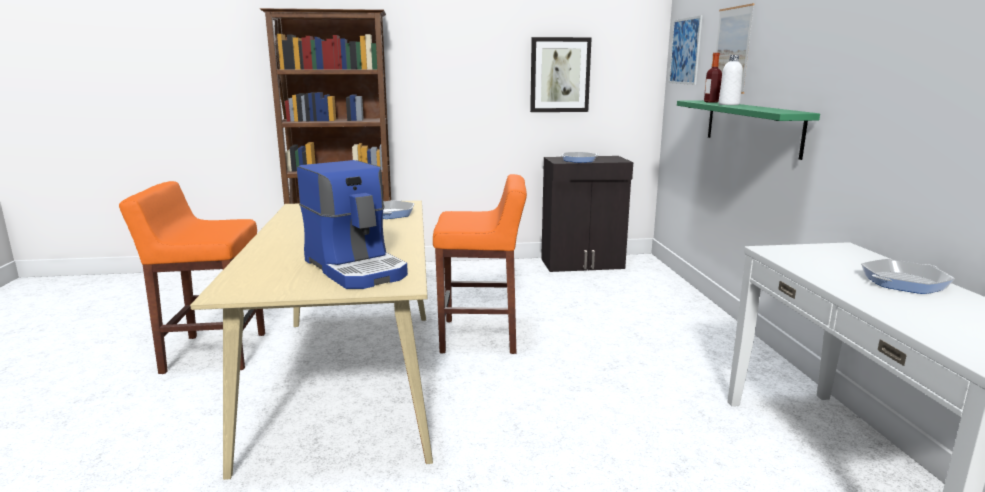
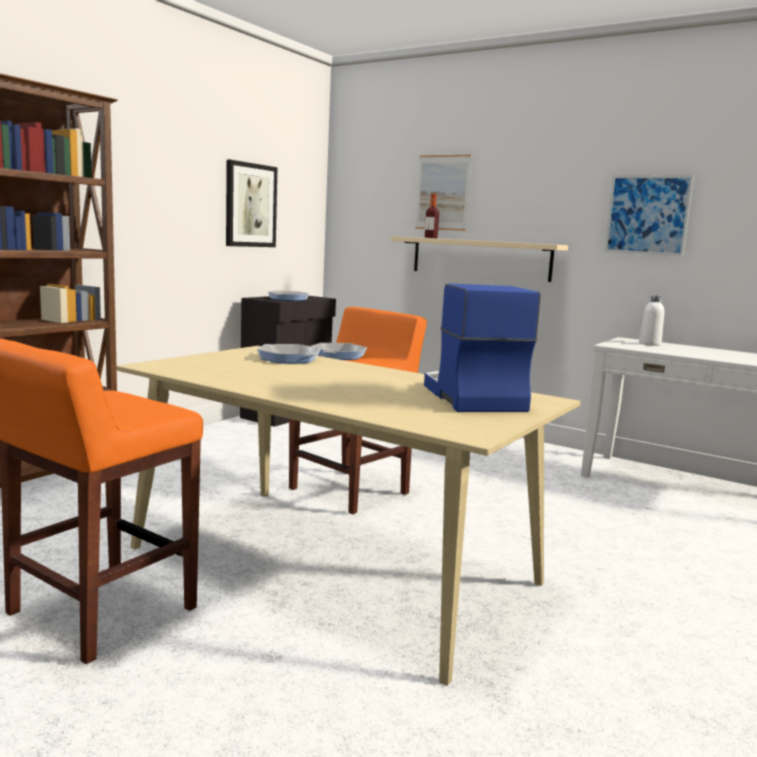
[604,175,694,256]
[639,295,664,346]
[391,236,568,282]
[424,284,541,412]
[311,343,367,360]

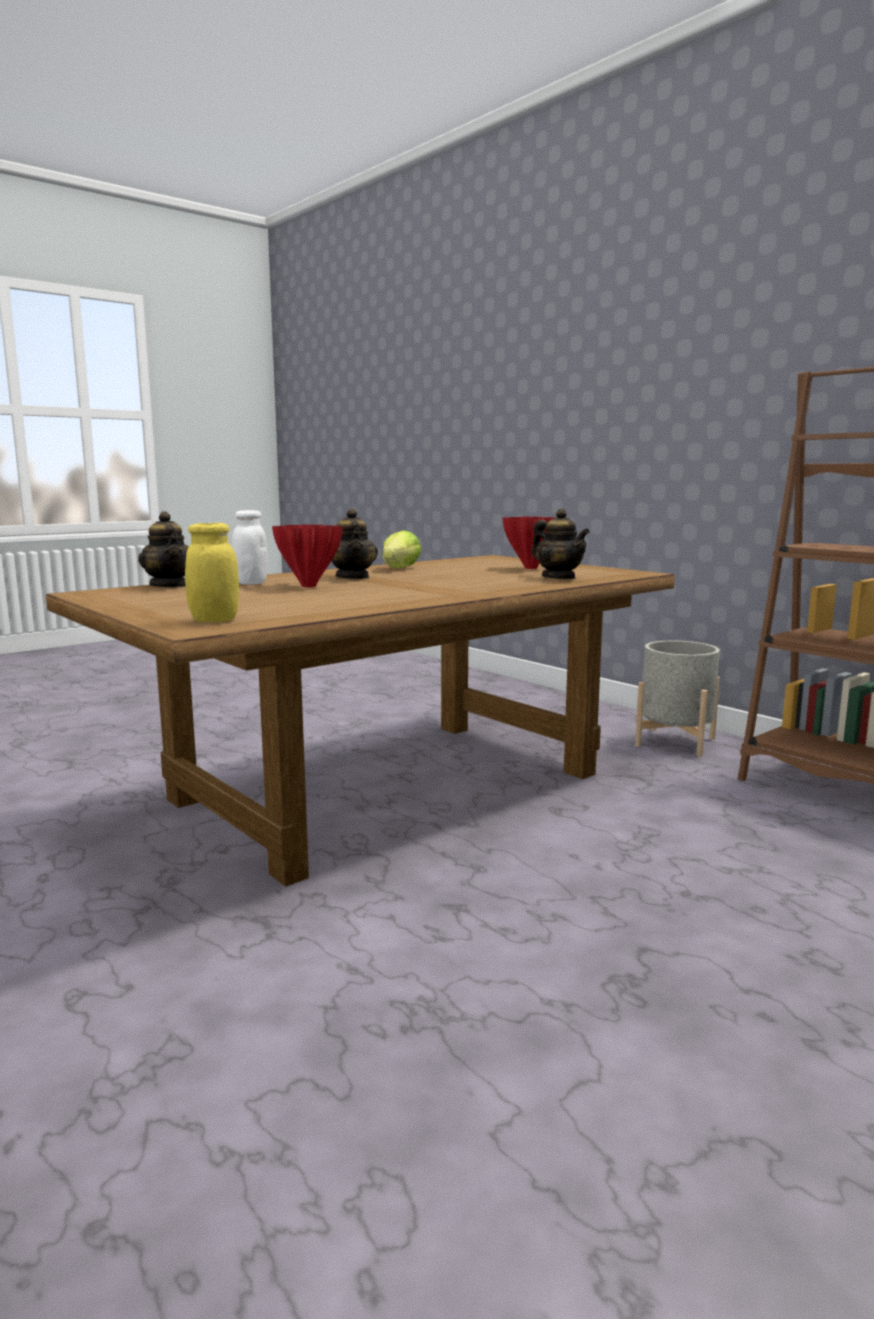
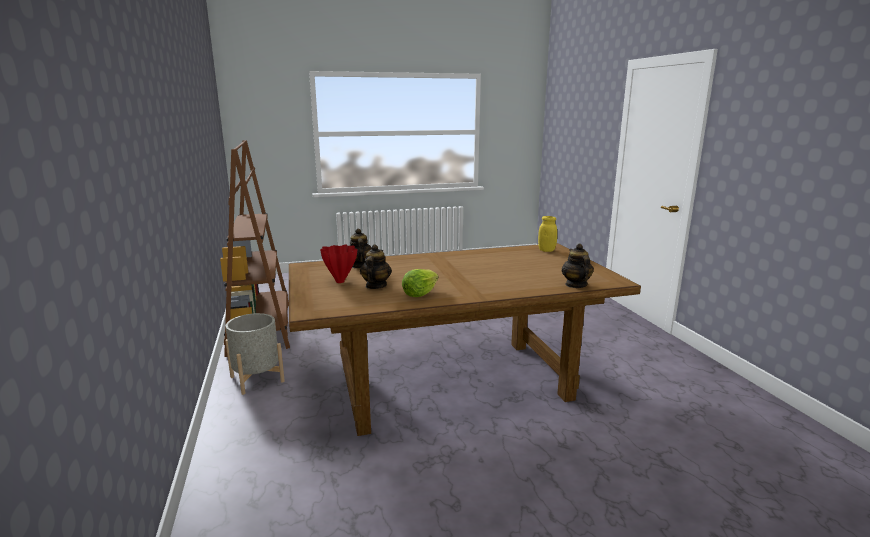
[360,244,392,289]
[232,510,268,585] (first image)
[272,524,343,587] (first image)

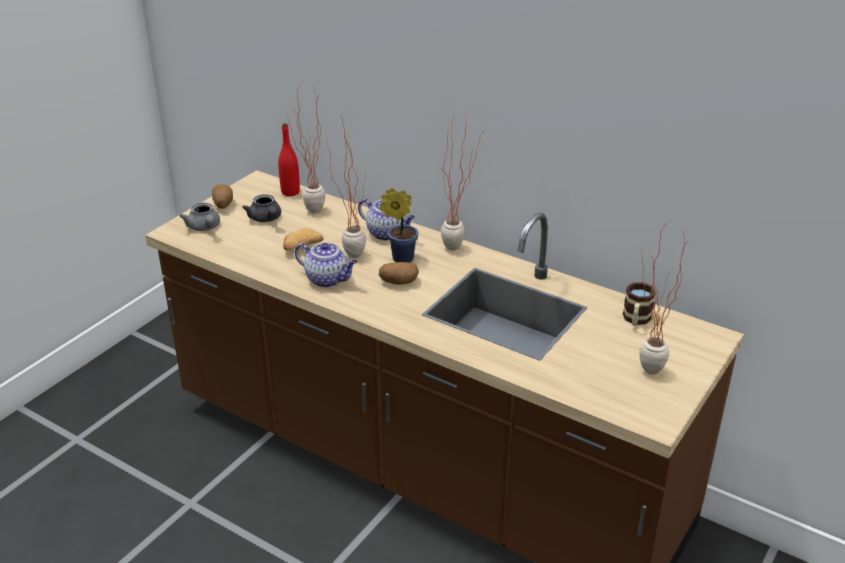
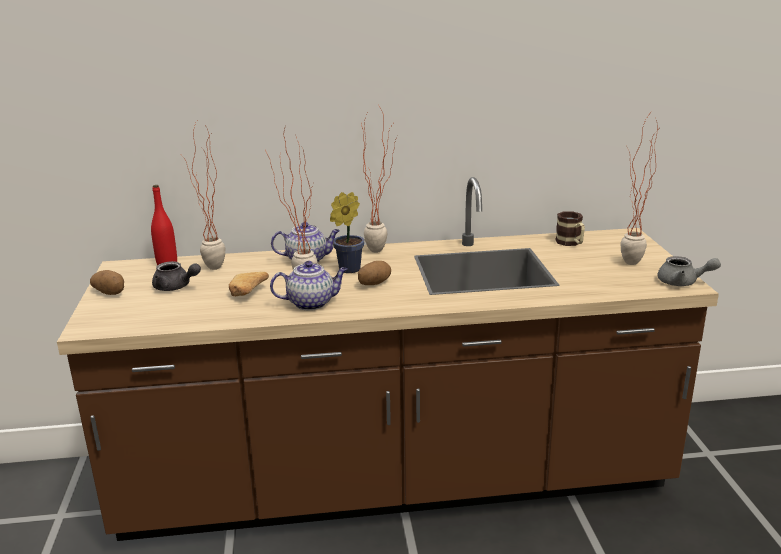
[658,256,721,286]

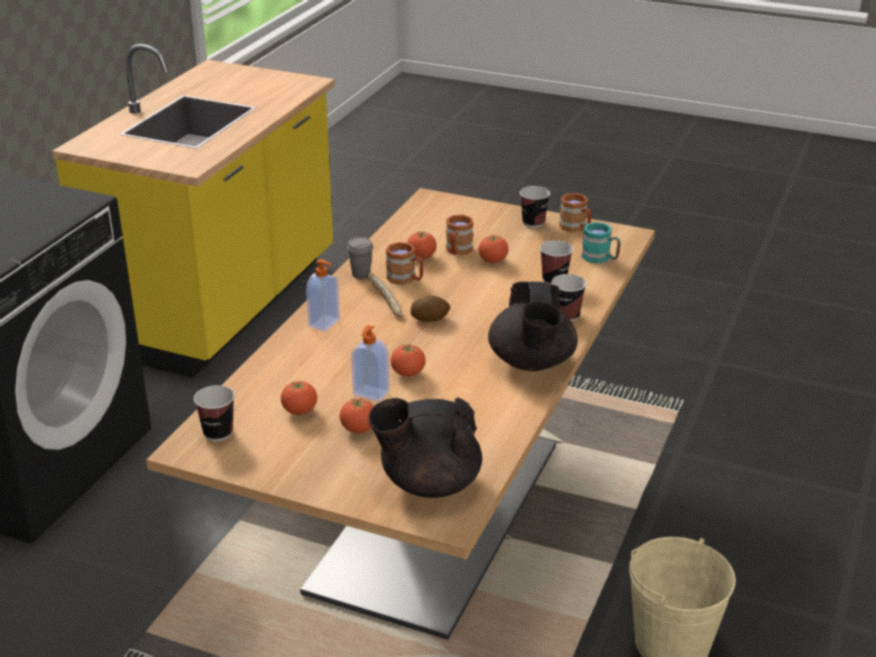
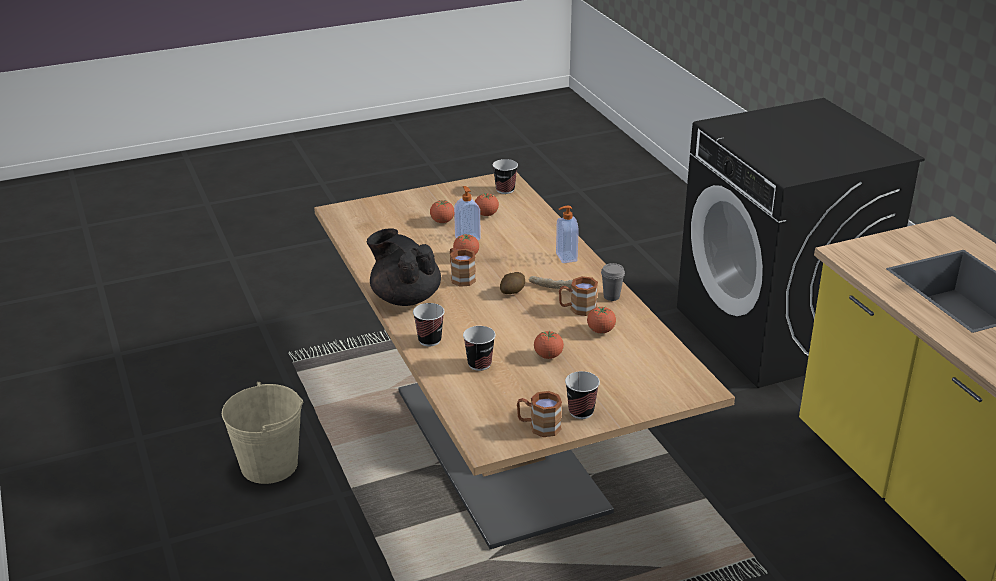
[450,248,476,287]
[582,222,621,263] (first image)
[369,398,482,498] (first image)

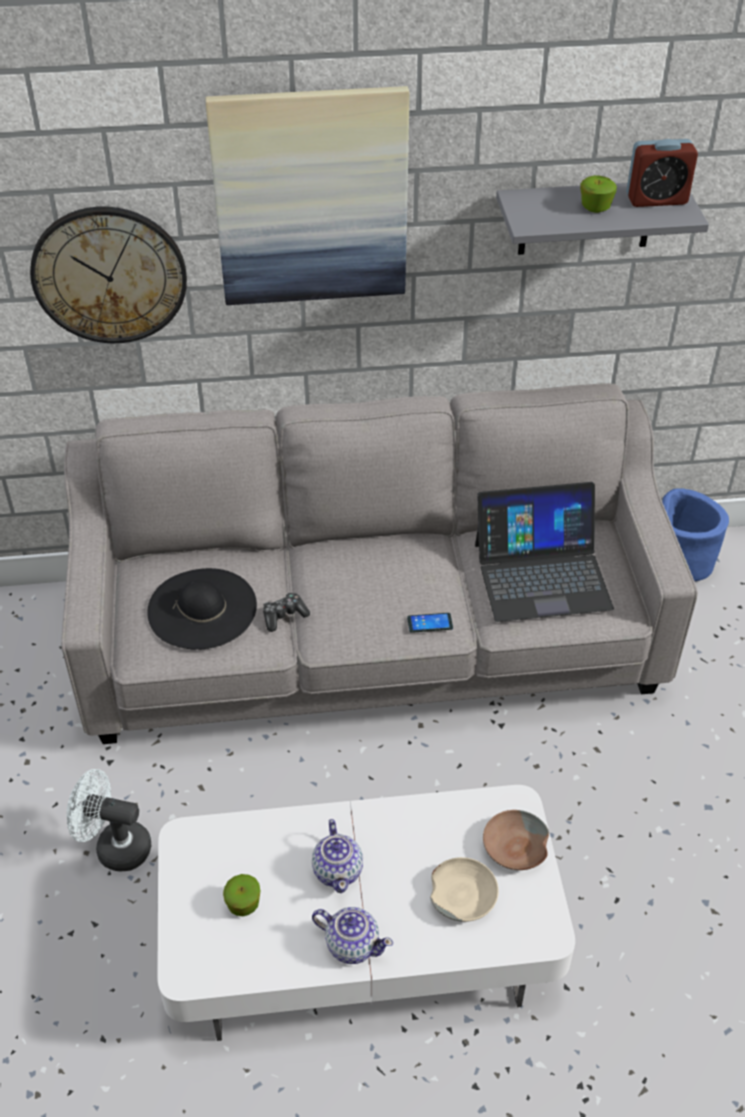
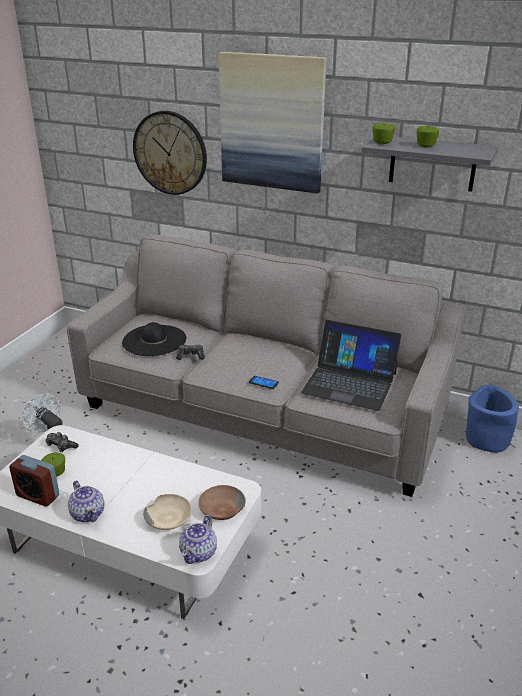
[9,455,60,507]
[179,515,217,564]
[372,123,395,144]
[45,432,79,452]

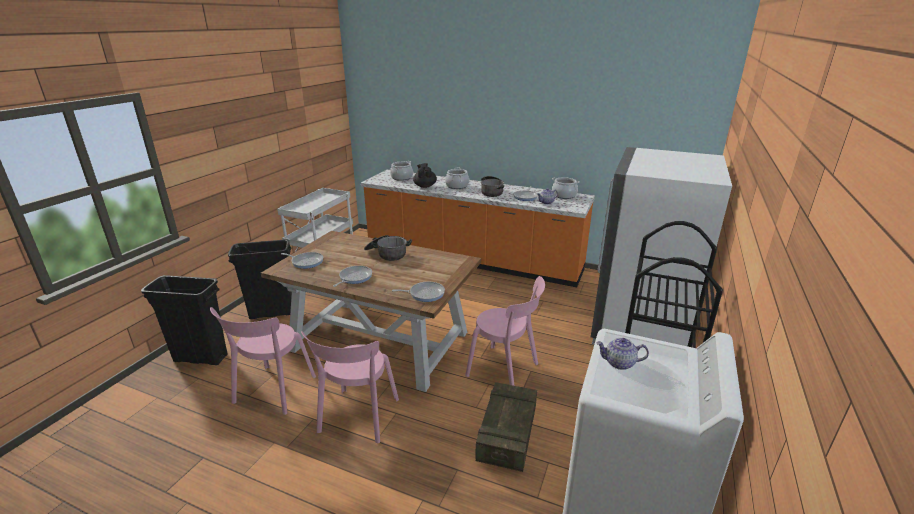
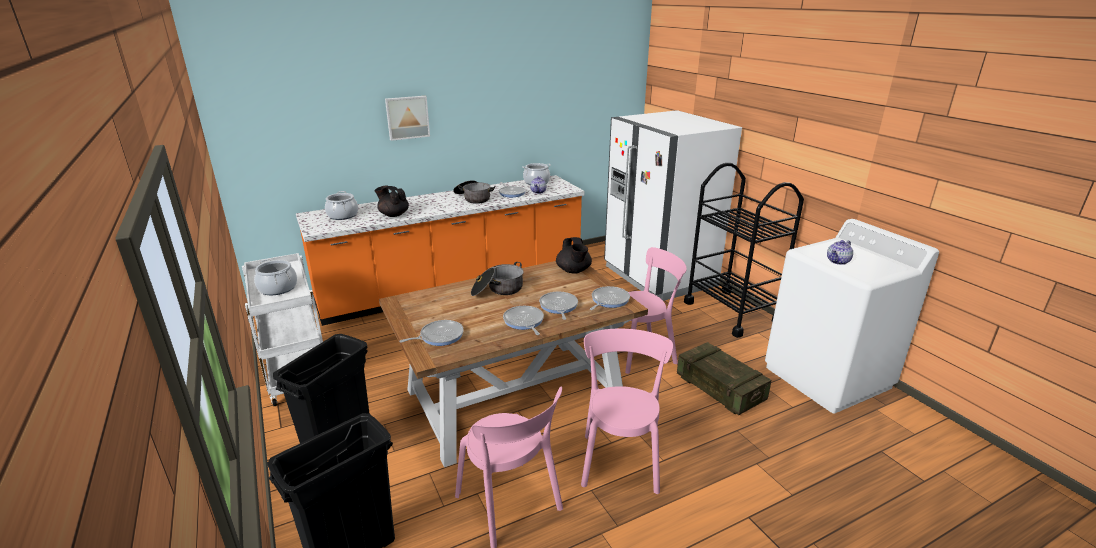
[254,259,297,295]
[581,329,673,494]
[385,96,430,141]
[556,237,592,274]
[539,292,578,320]

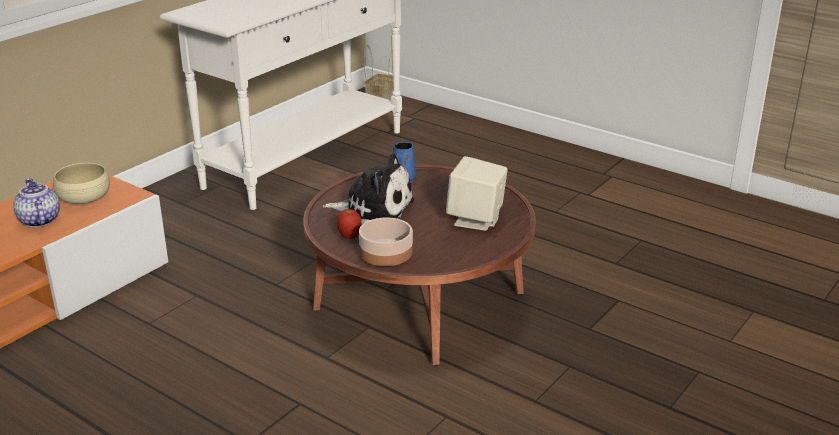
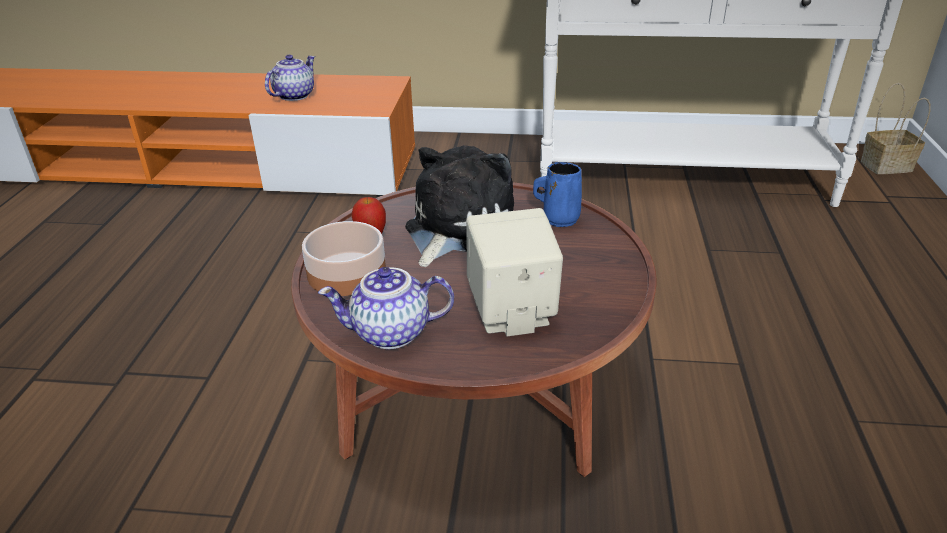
[405,145,514,267]
[53,163,110,204] (first image)
[318,267,454,349]

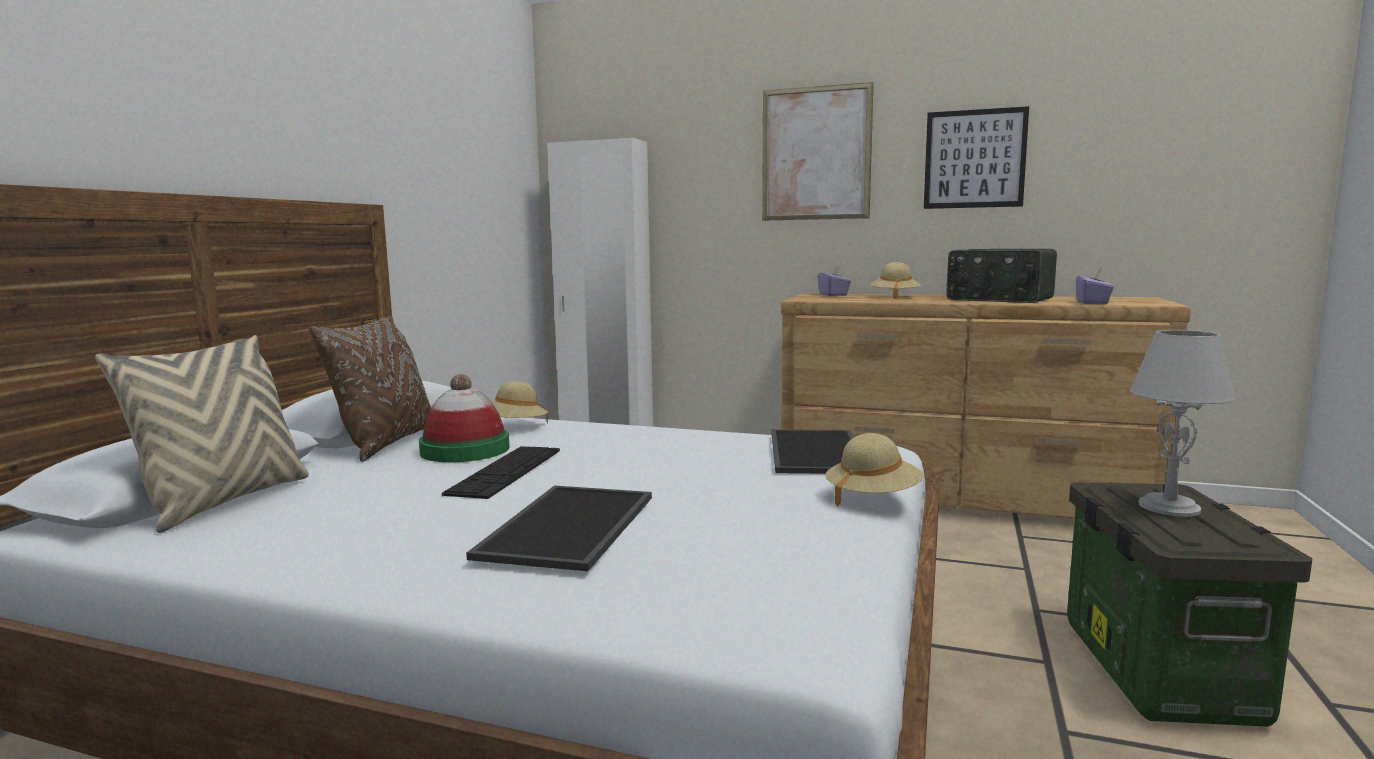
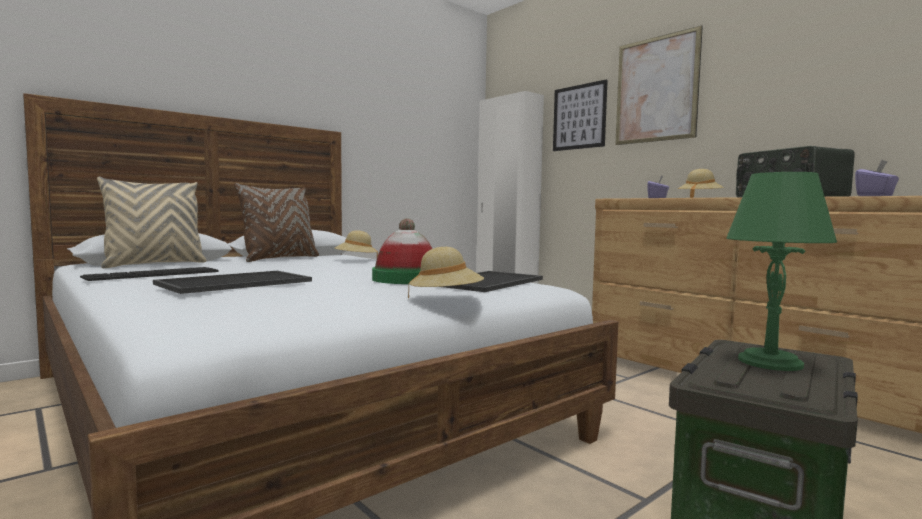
[553,79,608,151]
[726,172,837,371]
[372,218,432,284]
[80,267,219,281]

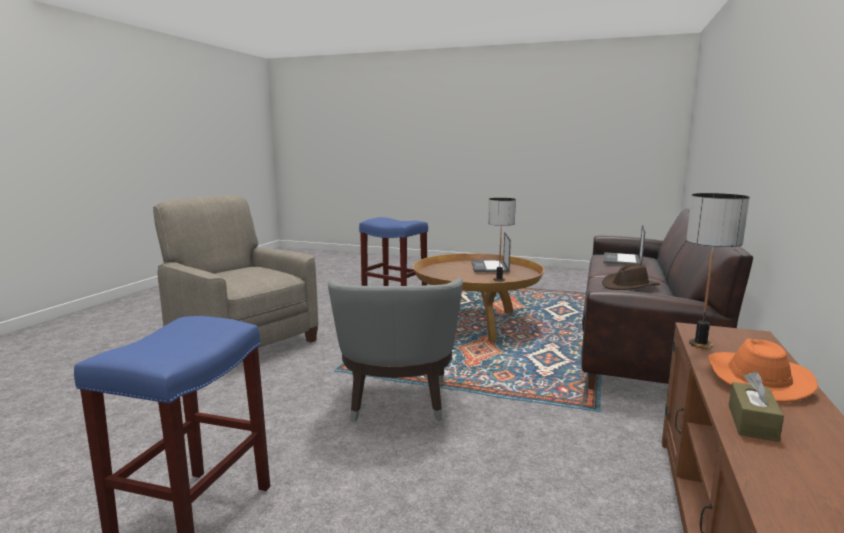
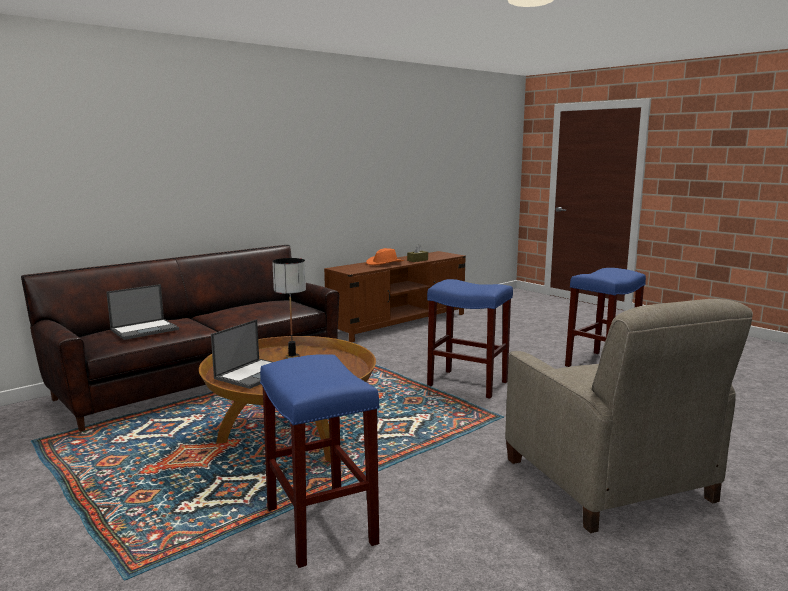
[686,193,749,349] (first image)
[602,264,660,290] (first image)
[427,279,513,399]

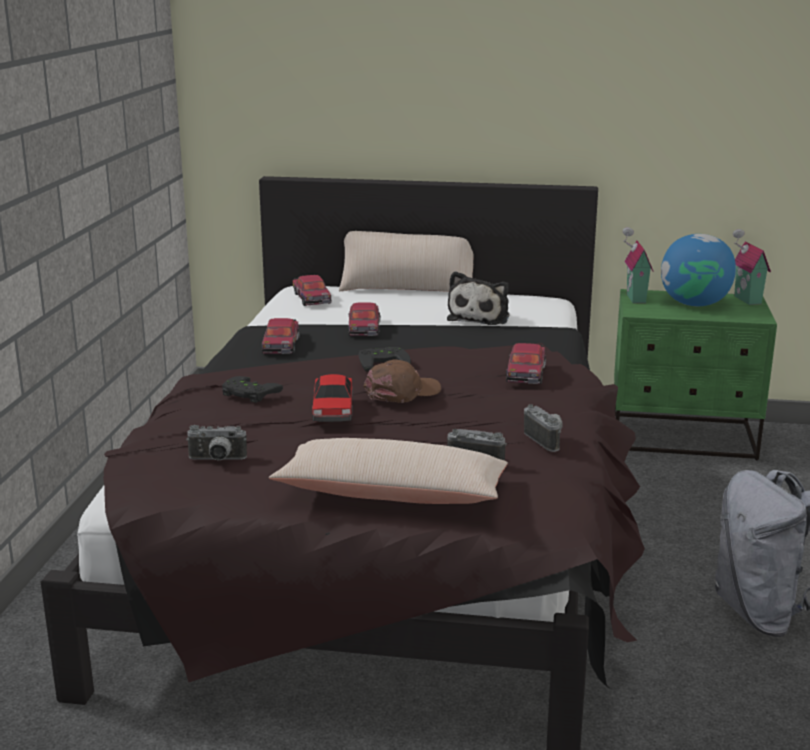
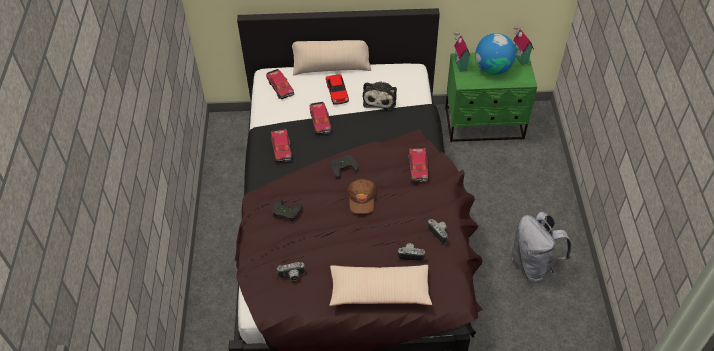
[347,179,376,214]
[326,74,349,105]

